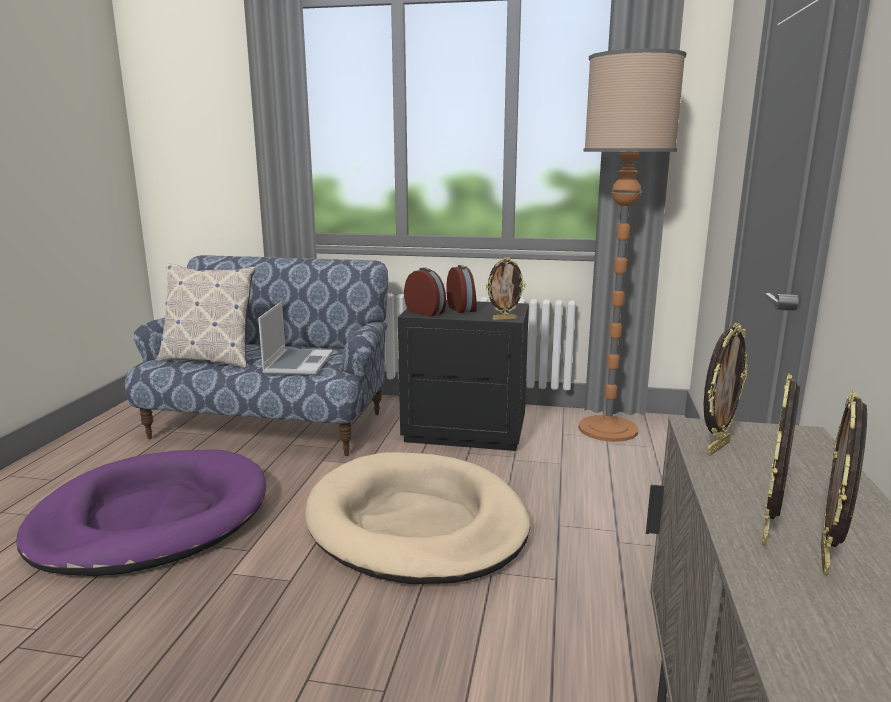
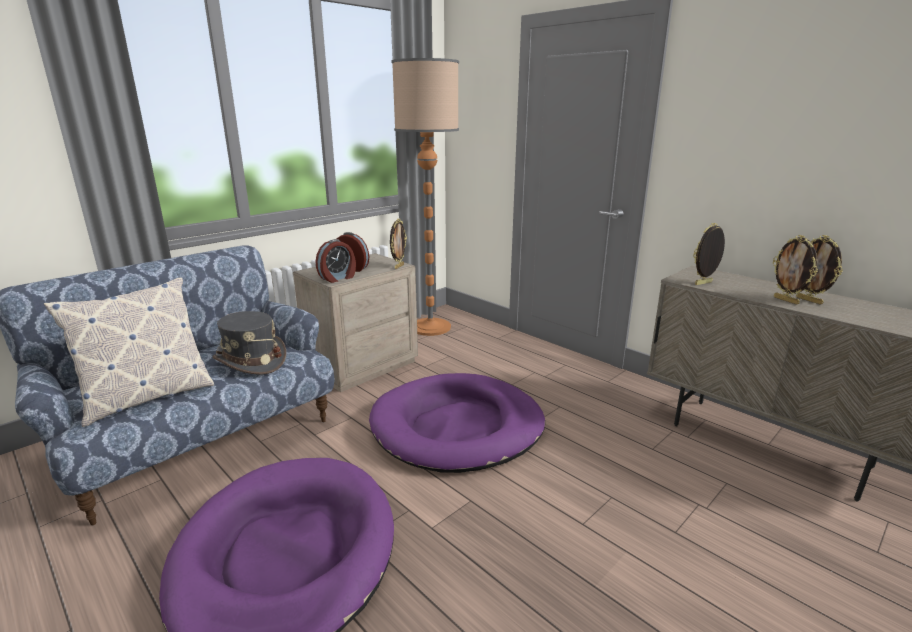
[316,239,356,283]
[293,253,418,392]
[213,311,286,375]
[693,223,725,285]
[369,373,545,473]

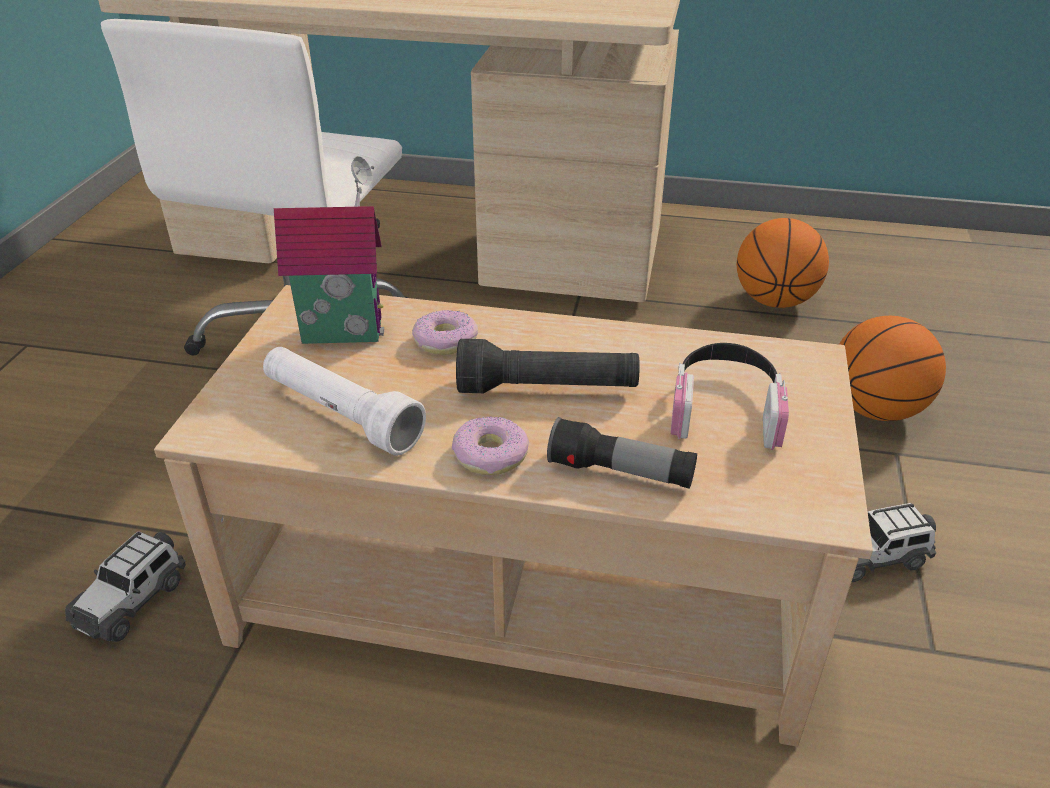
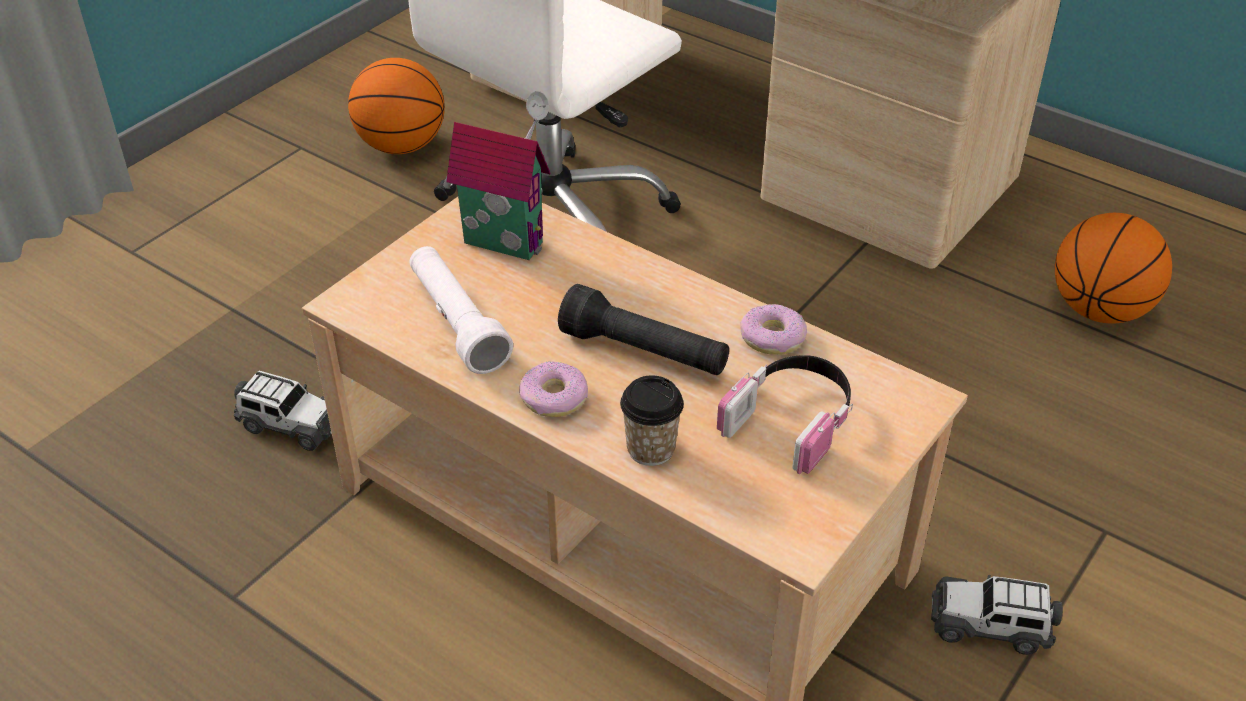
[740,304,807,355]
[348,58,445,154]
[620,376,684,466]
[234,371,332,451]

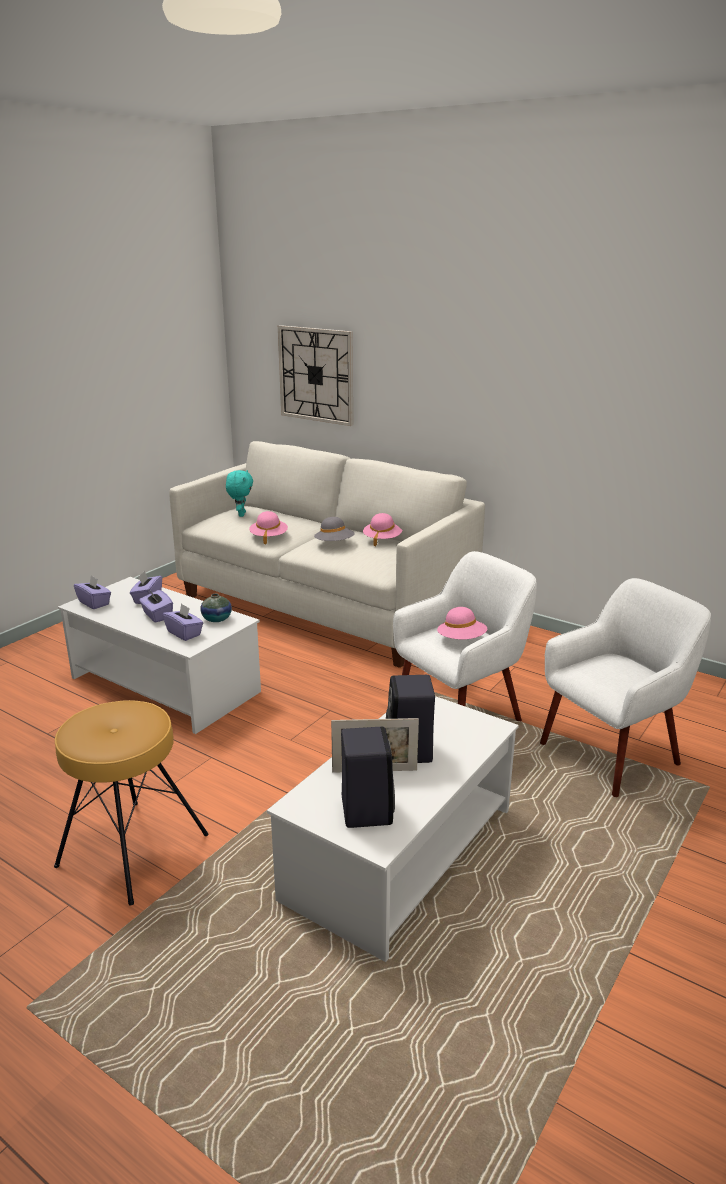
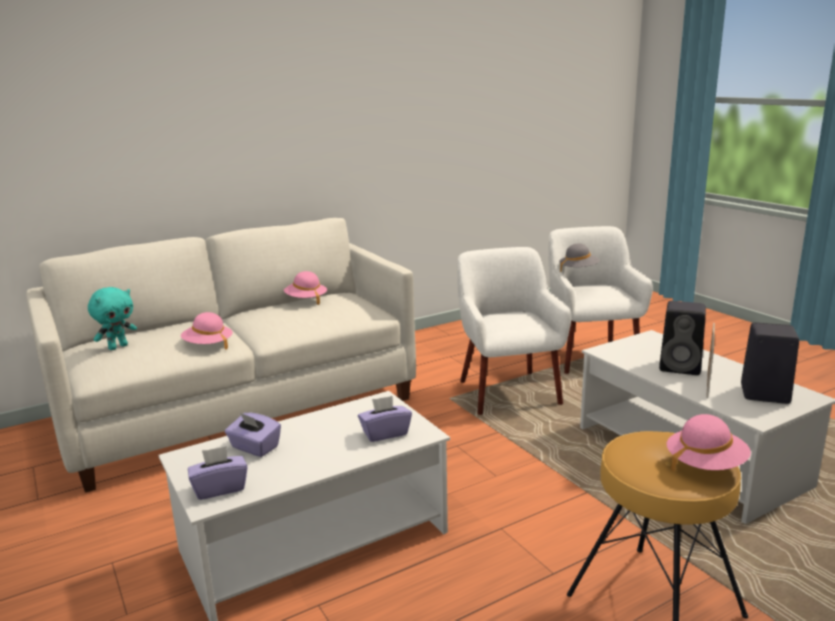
[278,325,353,426] (first image)
[88,287,137,350]
[559,243,600,272]
[139,590,173,623] (first image)
[200,594,232,622] (first image)
[667,414,751,473]

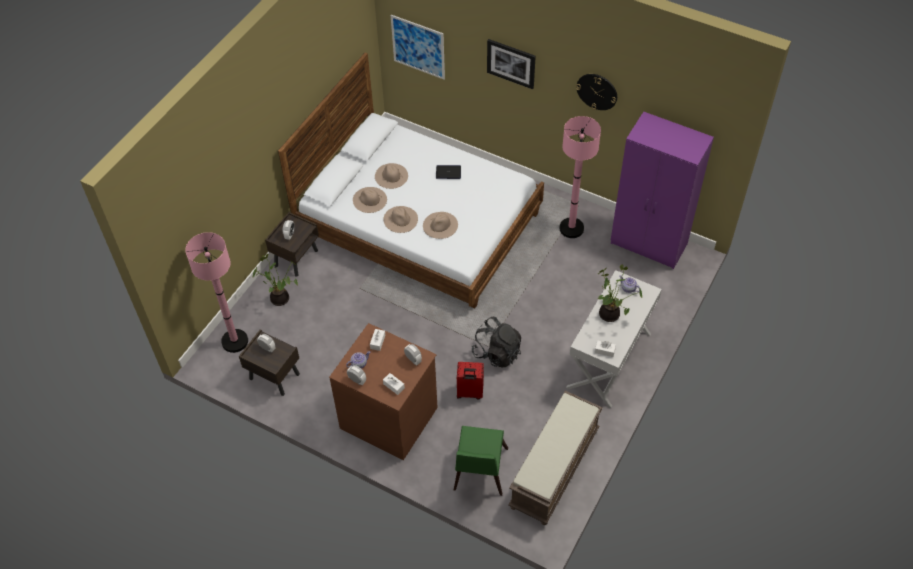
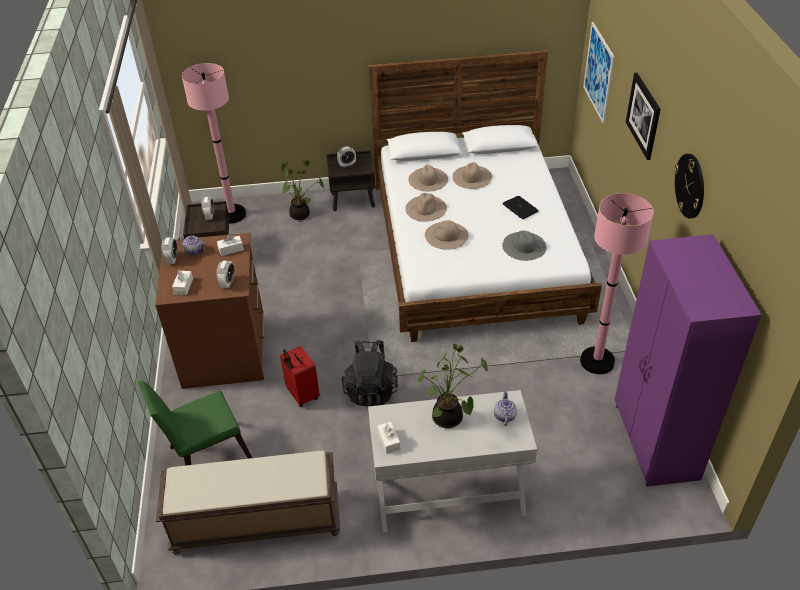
[502,231,546,261]

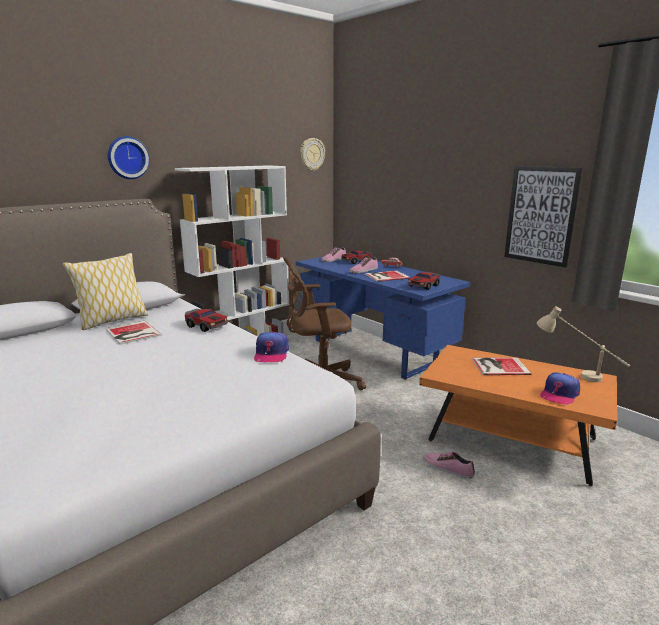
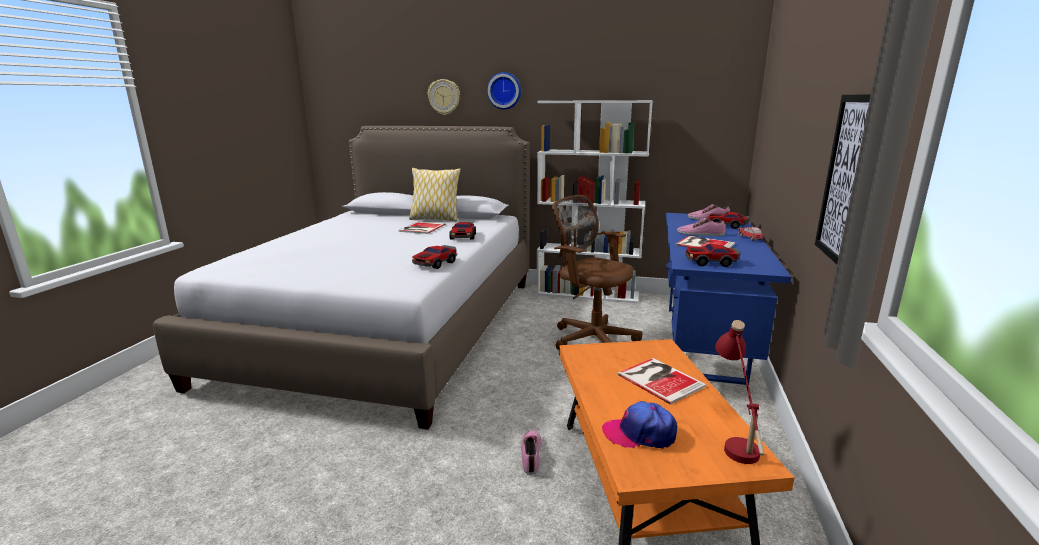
[428,79,460,115]
[715,320,765,464]
[412,245,457,269]

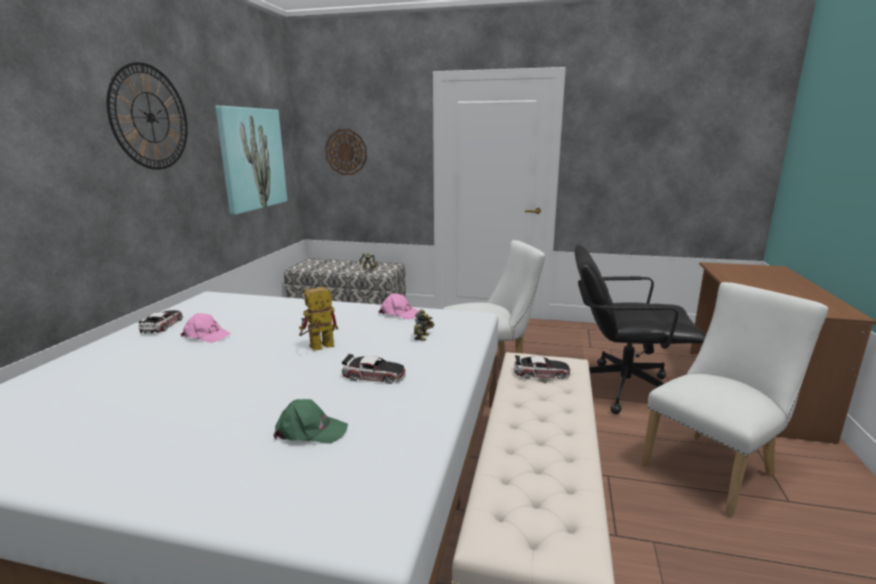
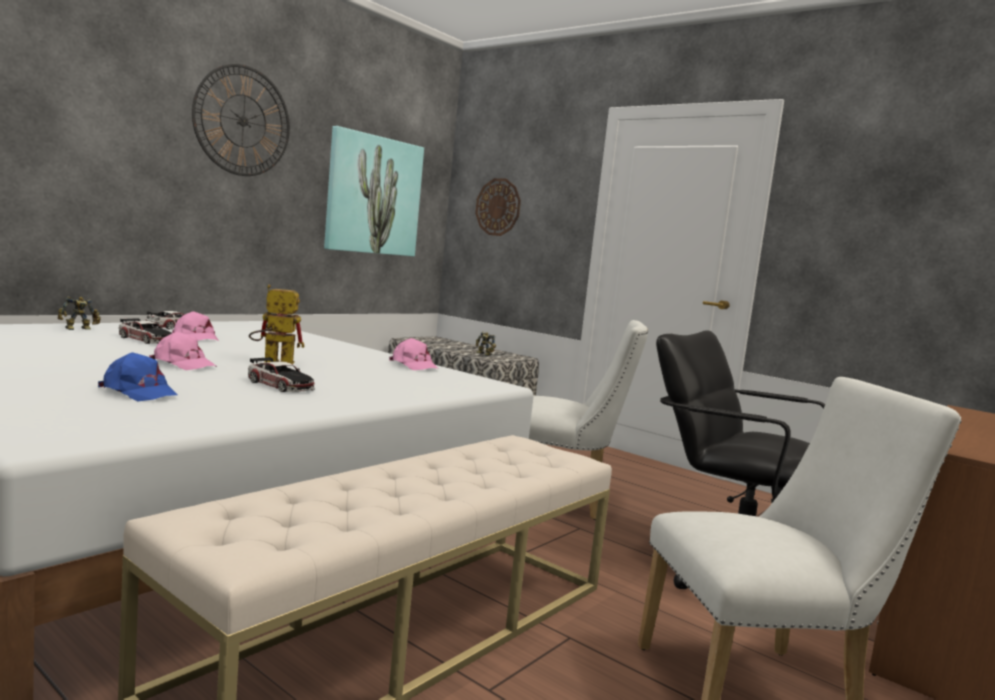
[58,297,101,330]
[119,318,172,344]
[98,352,179,401]
[149,331,217,370]

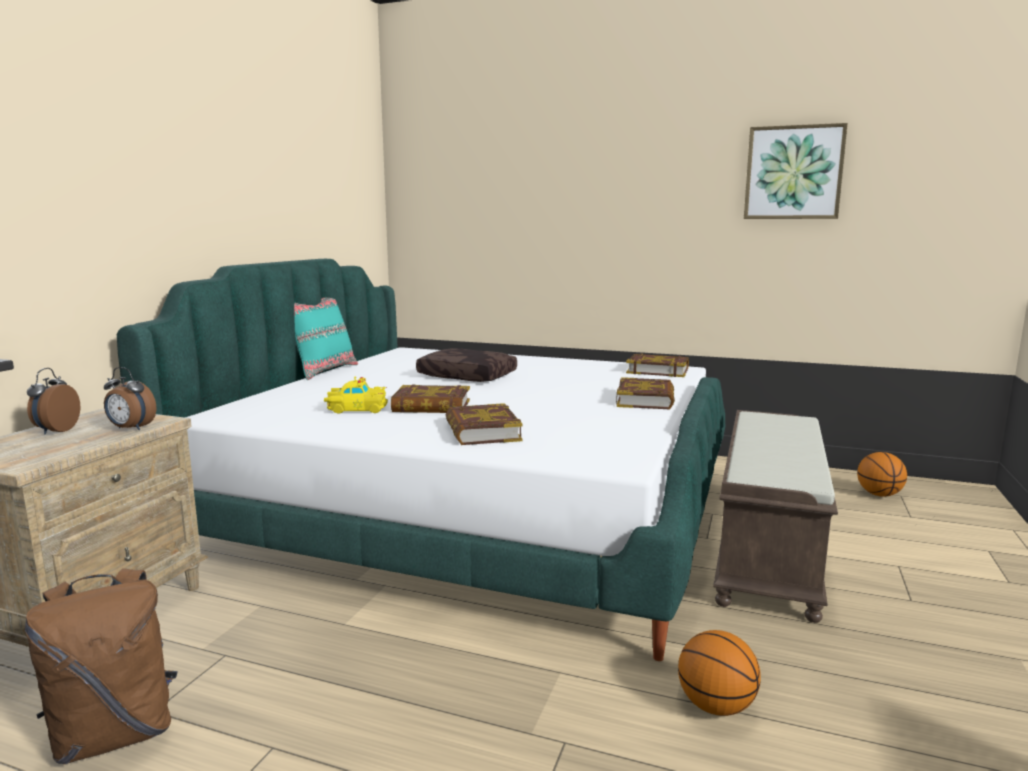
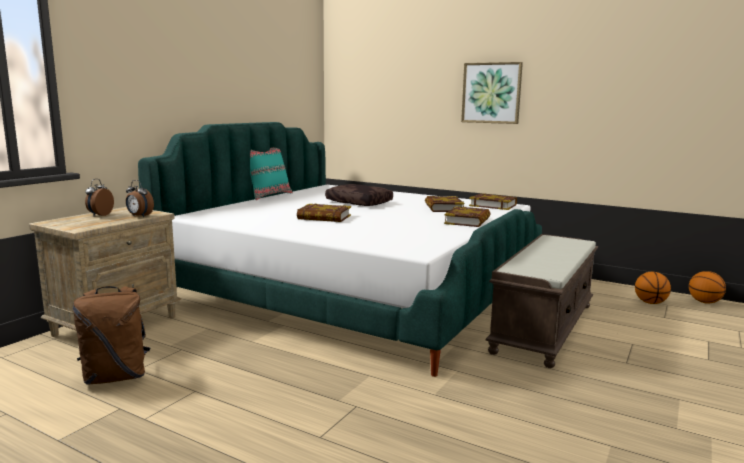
[461,62,523,124]
[324,377,388,413] (first image)
[425,196,464,212]
[689,271,726,303]

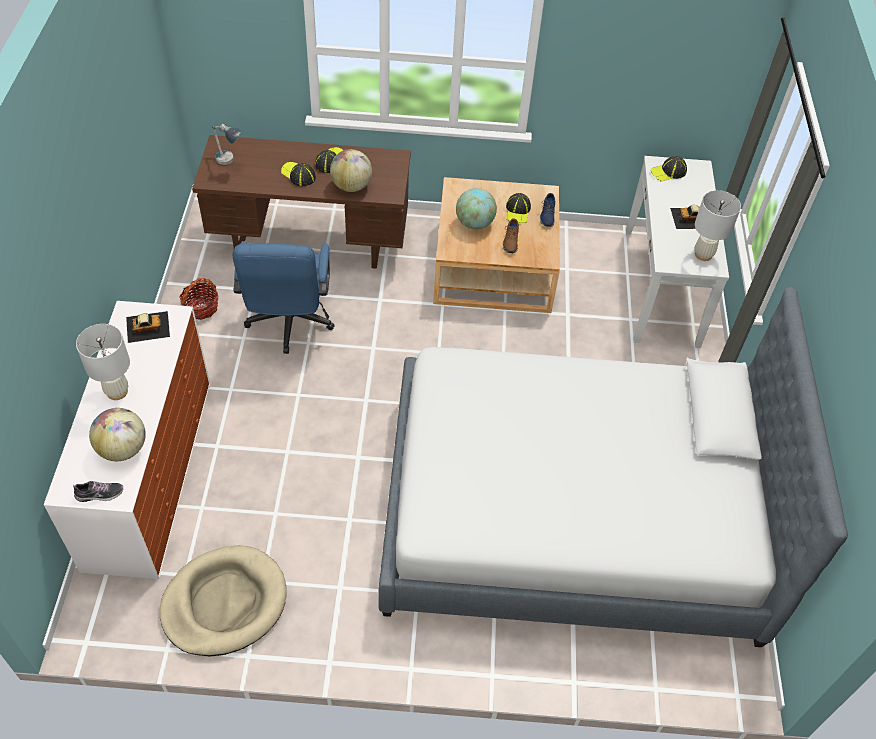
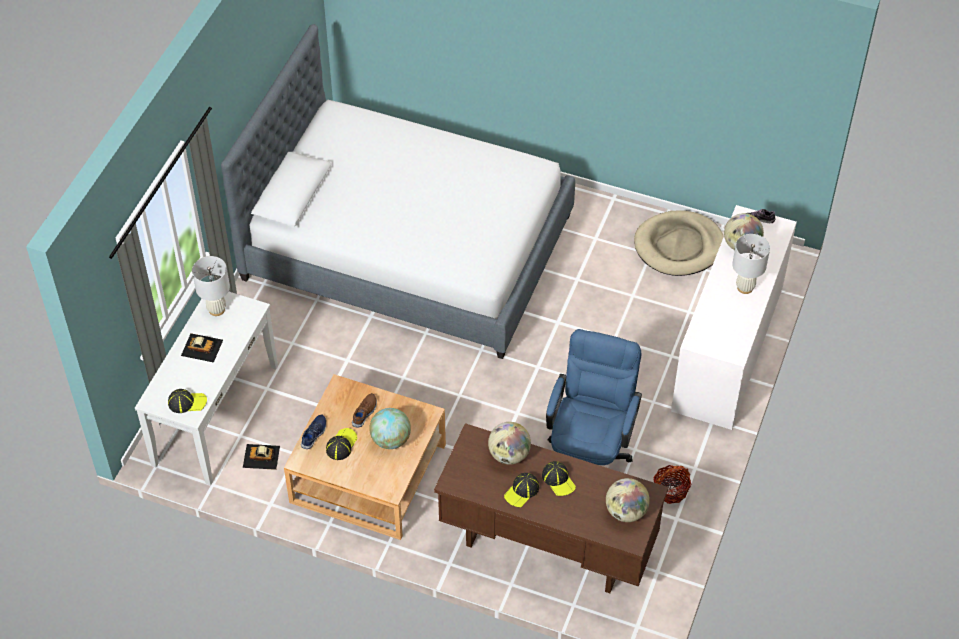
[606,478,650,522]
[243,444,280,470]

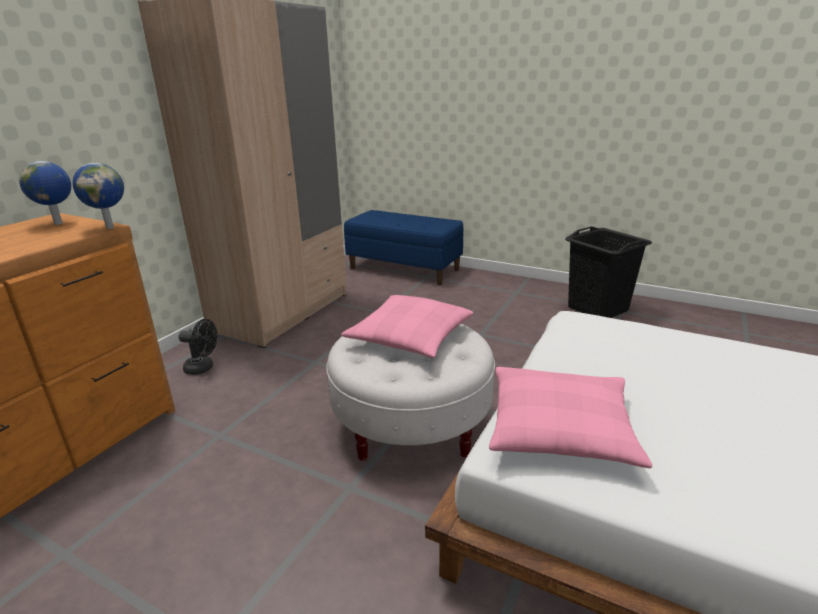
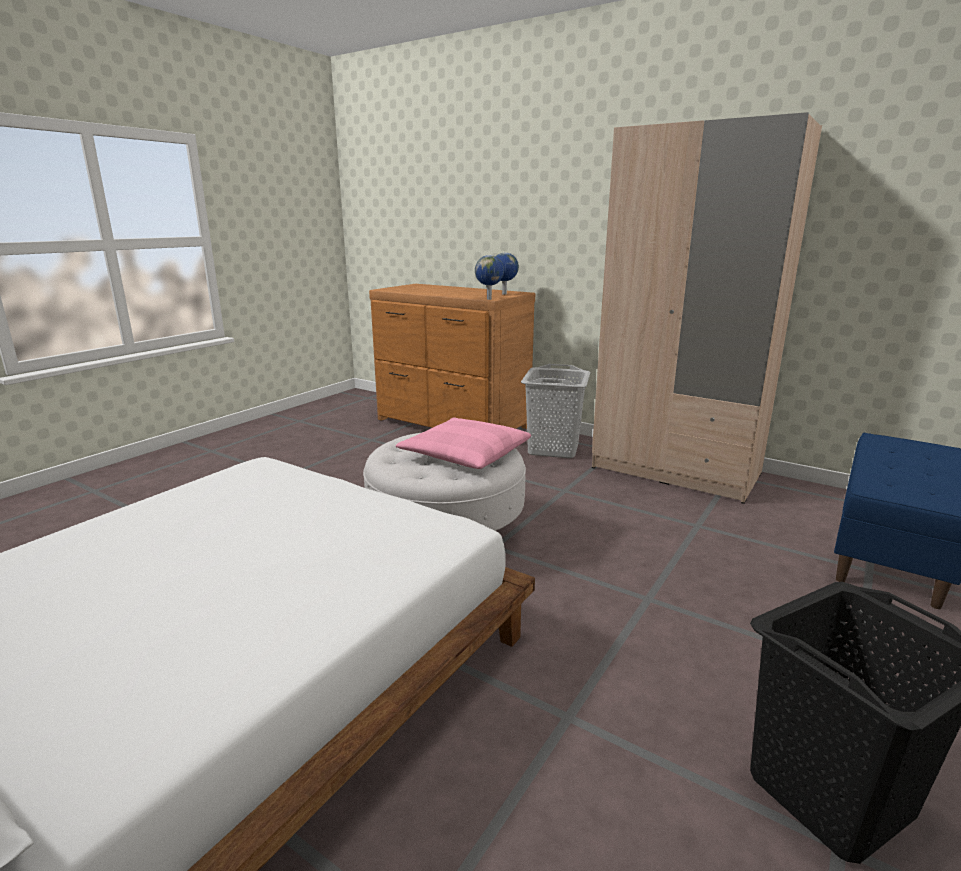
[521,364,590,458]
[489,367,652,468] (first image)

